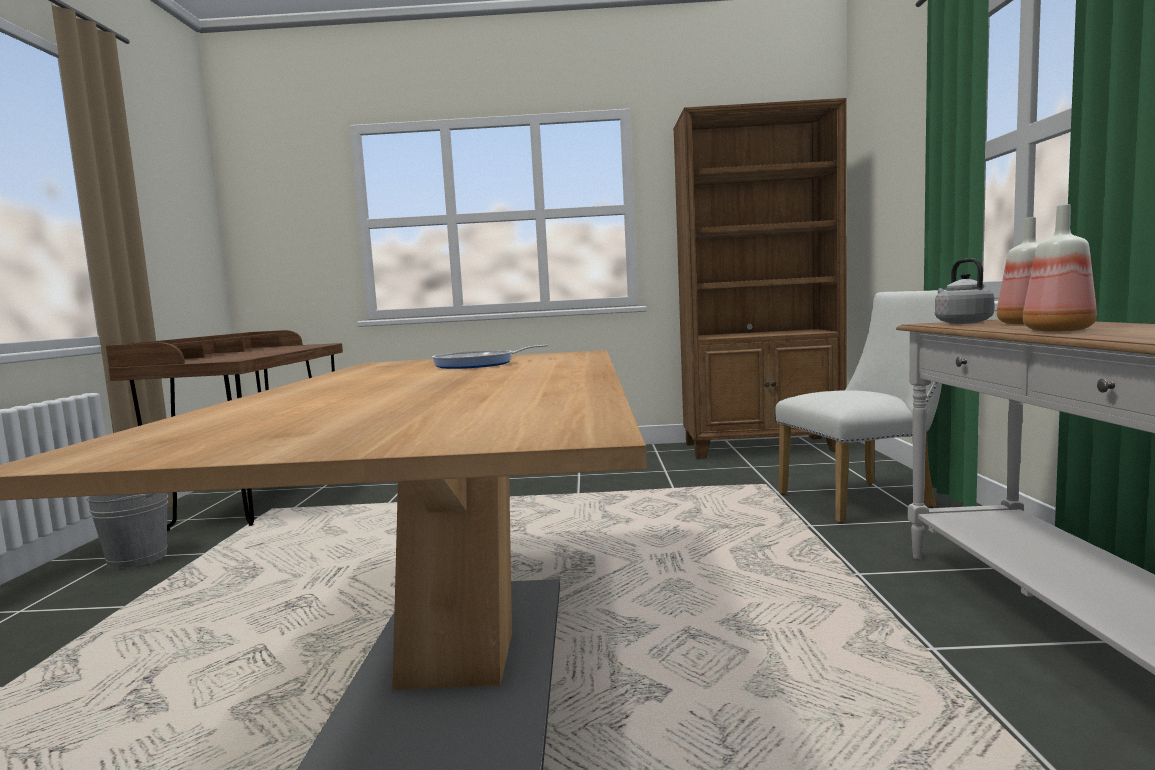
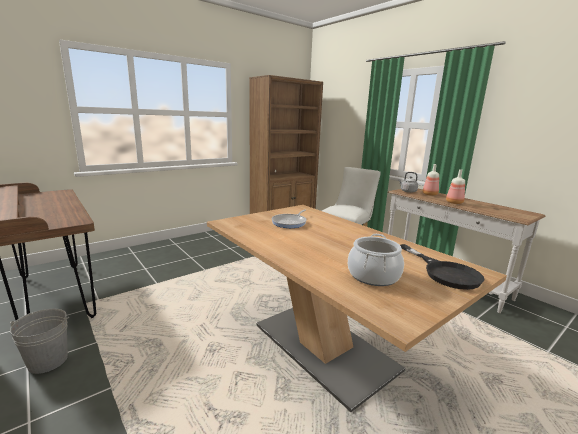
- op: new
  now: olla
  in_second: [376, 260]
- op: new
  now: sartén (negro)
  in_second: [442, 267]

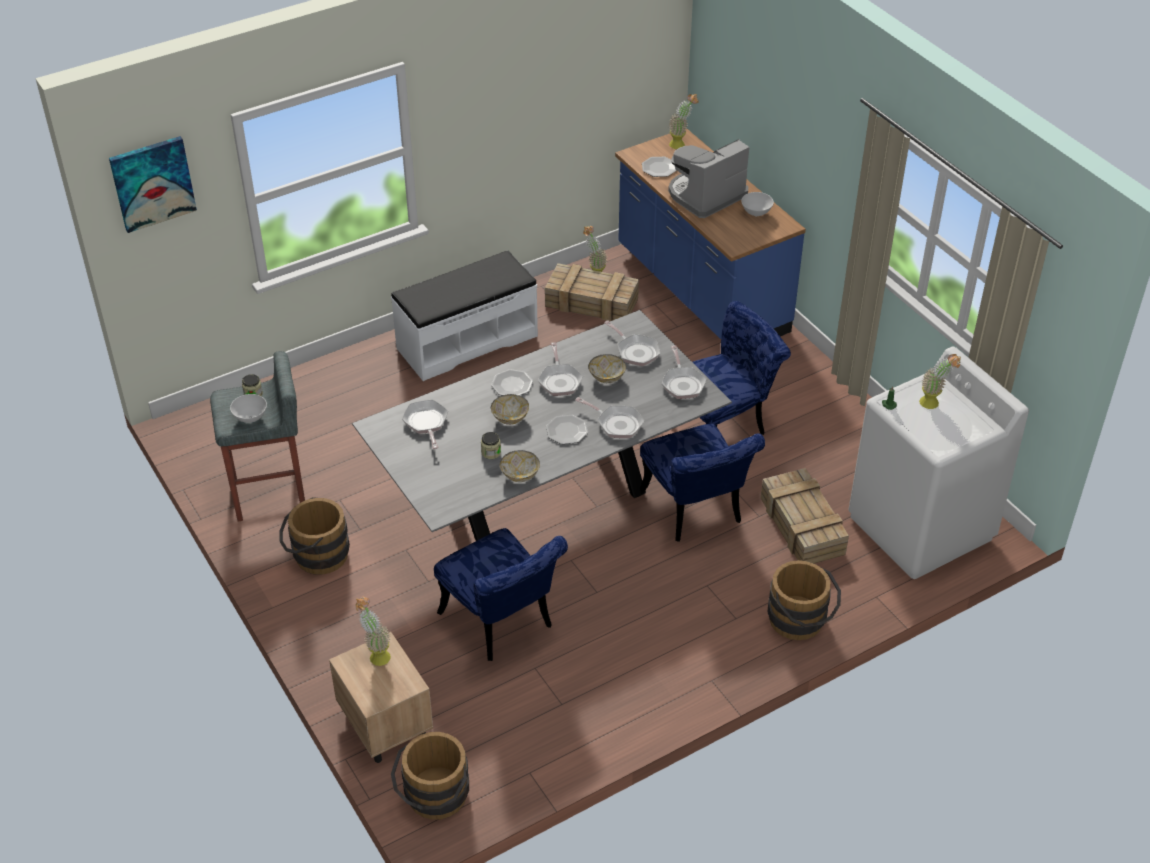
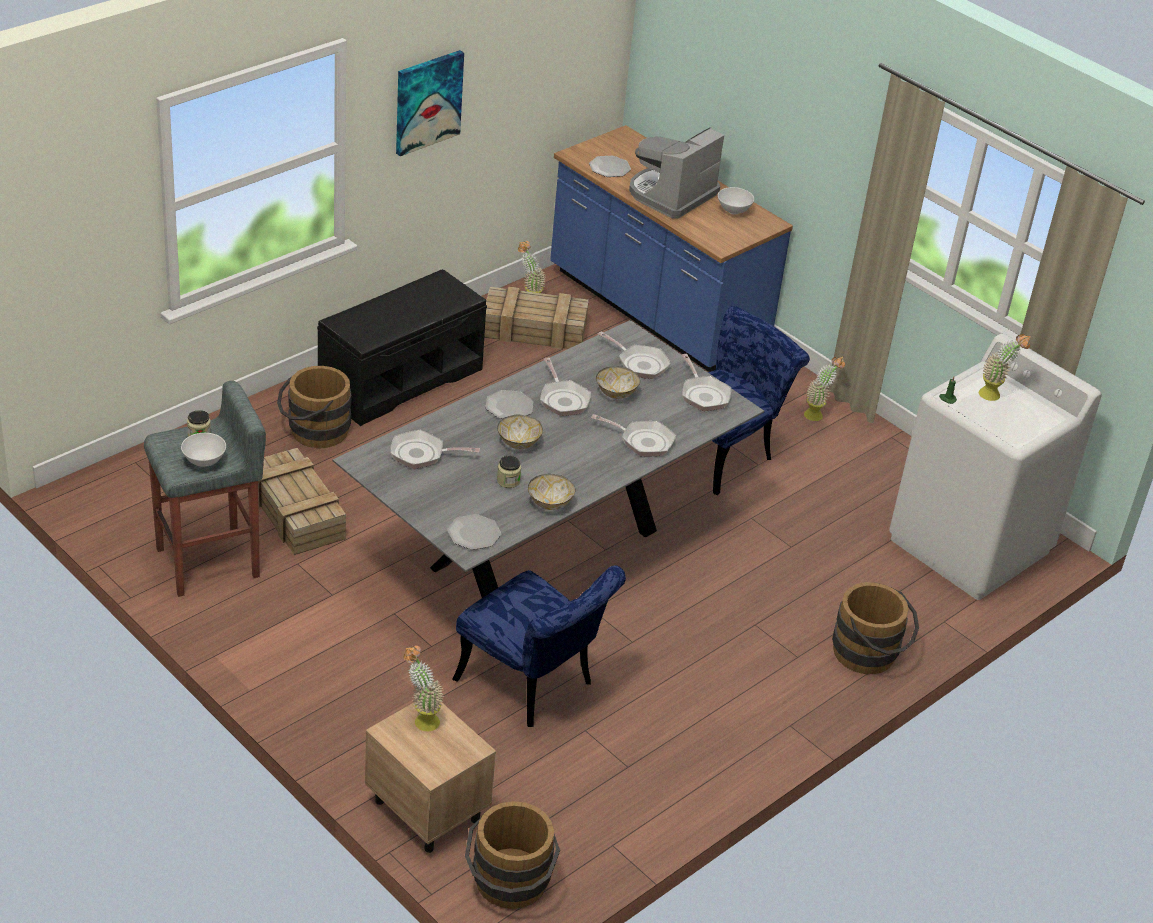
- op: shifted
  was: caja de embalaje
  in_first: [805, 515]
  in_second: [302, 501]
- op: shifted
  was: cubo (marrón)
  in_first: [314, 536]
  in_second: [314, 407]
- op: repainted
  was: banco (blanco)
  now: banco (negro)
  in_first: [464, 315]
  in_second: [402, 347]
- op: rotated
  was: sartén
  in_first: [425, 424]
  in_second: [435, 449]
  clockwise: -60
- op: shifted
  was: cuadro
  in_first: [153, 184]
  in_second: [430, 103]
- op: shifted
  was: plato
  in_first: [567, 429]
  in_second: [474, 532]
- op: shifted
  was: planta en maceta
  in_first: [684, 121]
  in_second: [824, 389]
- op: gone
  was: silla (azul)
  in_first: [702, 483]

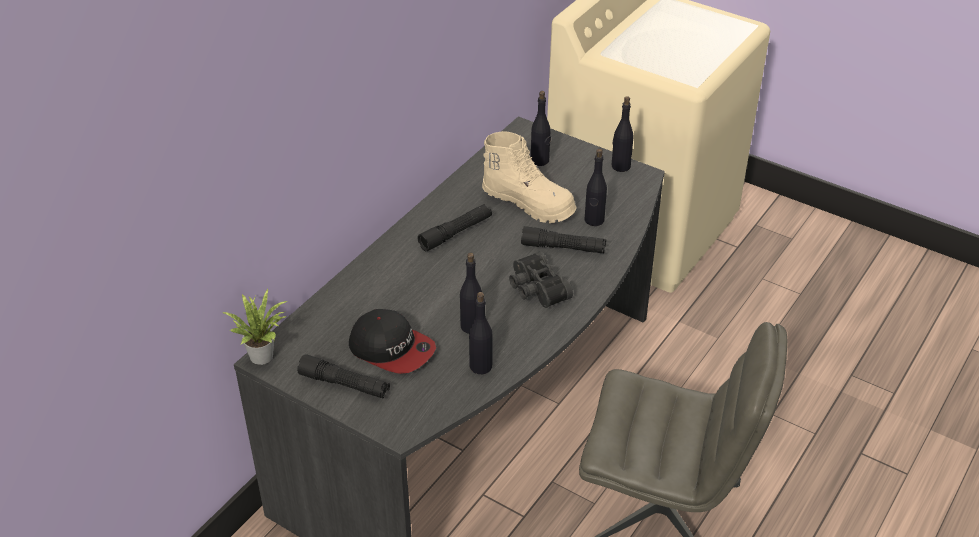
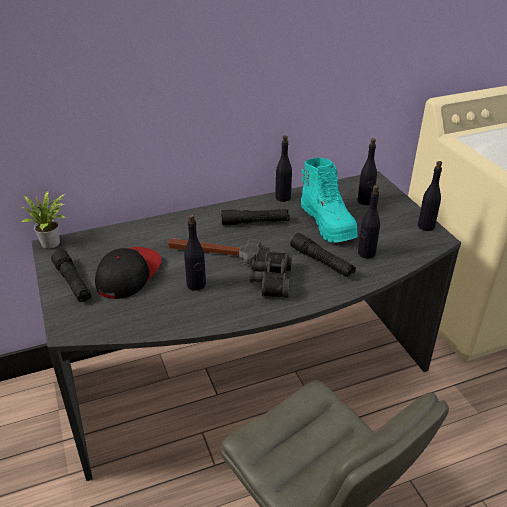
- op: rotated
  was: gorra
  in_first: [392, 341]
  in_second: [128, 273]
  clockwise: -135
- op: new
  now: martillo
  in_second: [214, 251]
- op: shifted
  was: botella (negro)
  in_first: [480, 333]
  in_second: [283, 168]
- op: repainted
  was: bota (beis)
  now: bota (turquesa)
  in_first: [529, 177]
  in_second: [329, 200]

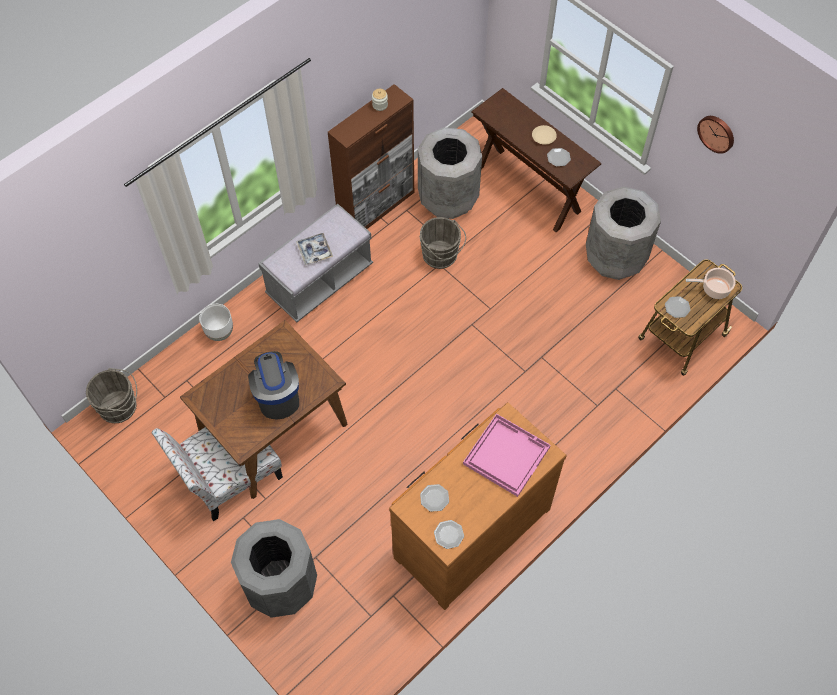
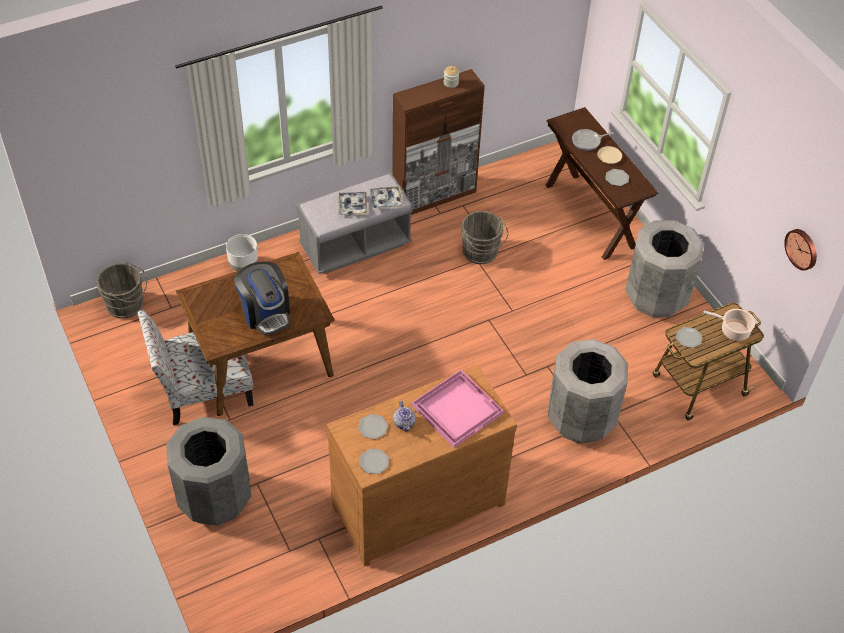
- op: rotated
  was: cafetera
  in_first: [273, 385]
  in_second: [262, 298]
  clockwise: 150
- op: new
  now: bandeja
  in_second: [386, 197]
- op: new
  now: tetera
  in_second: [404, 416]
- op: shifted
  was: papelera (gris)
  in_first: [450, 173]
  in_second: [588, 391]
- op: new
  now: sartén
  in_second: [593, 139]
- op: shifted
  was: reloj de pared
  in_first: [715, 135]
  in_second: [800, 250]

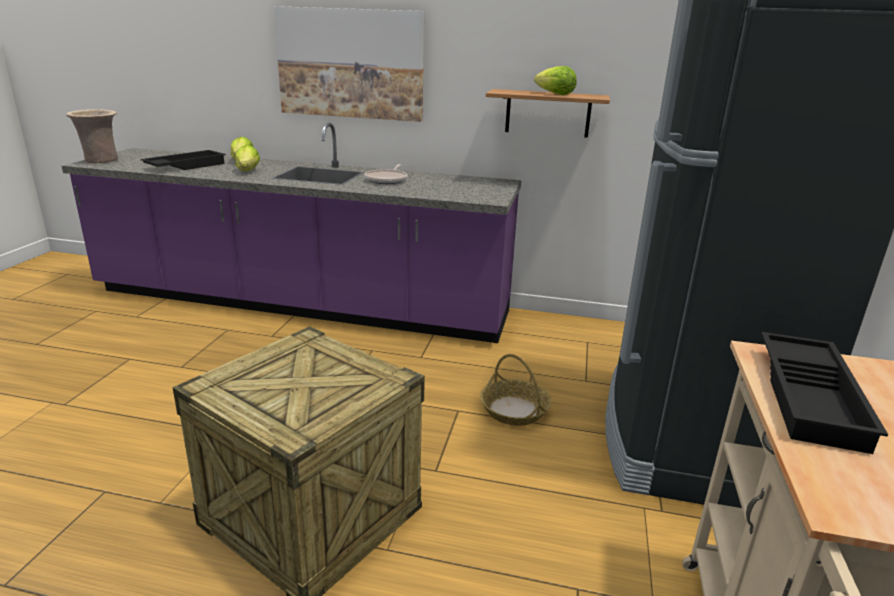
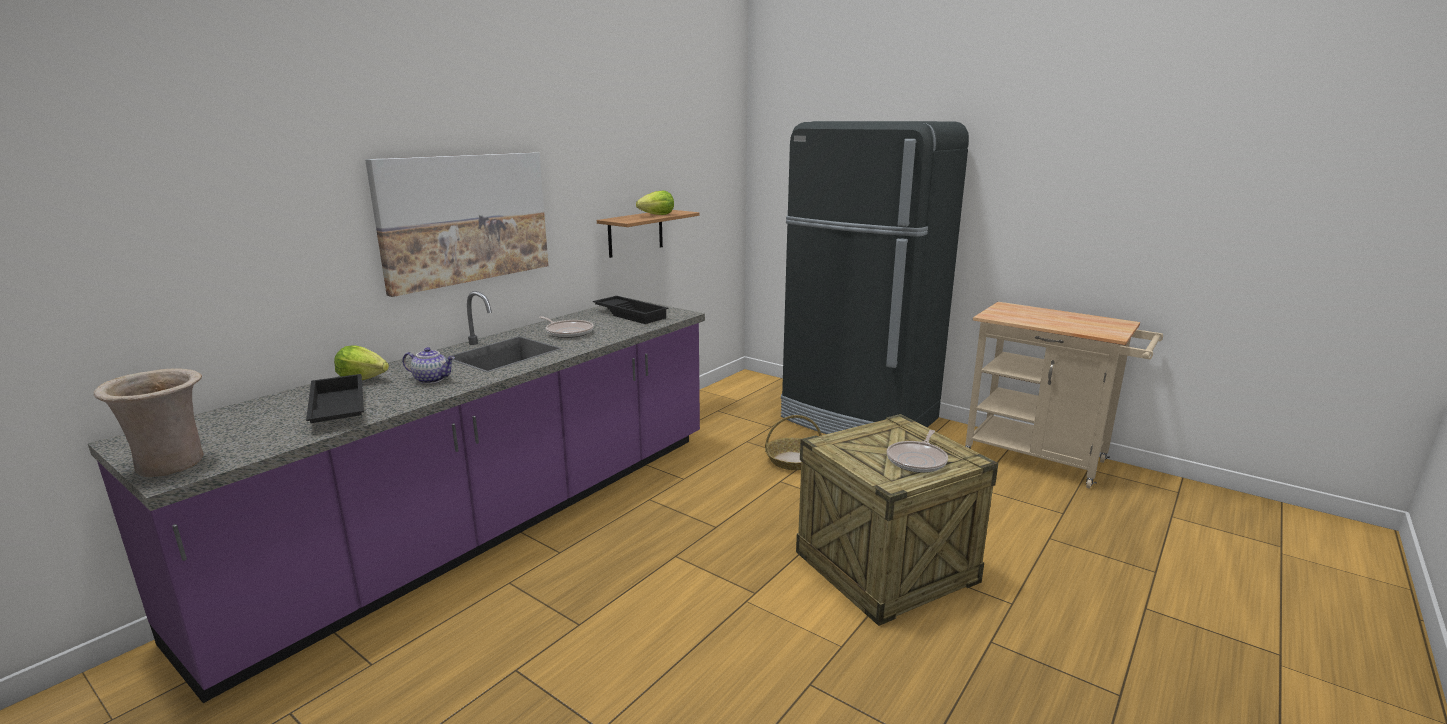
- op: swapped
  was: lechuga
  now: tetera
  in_first: [247, 158]
  in_second: [429, 365]
- op: shifted
  was: bandeja (negro)
  in_first: [824, 393]
  in_second: [630, 310]
- op: new
  now: sartén
  in_second: [917, 451]

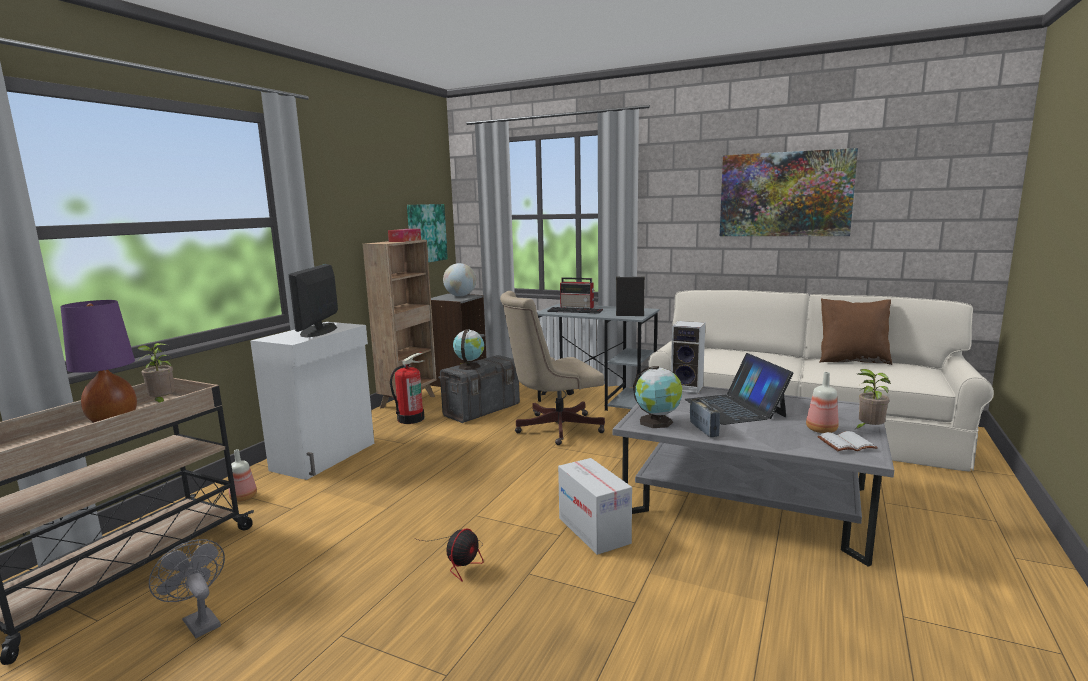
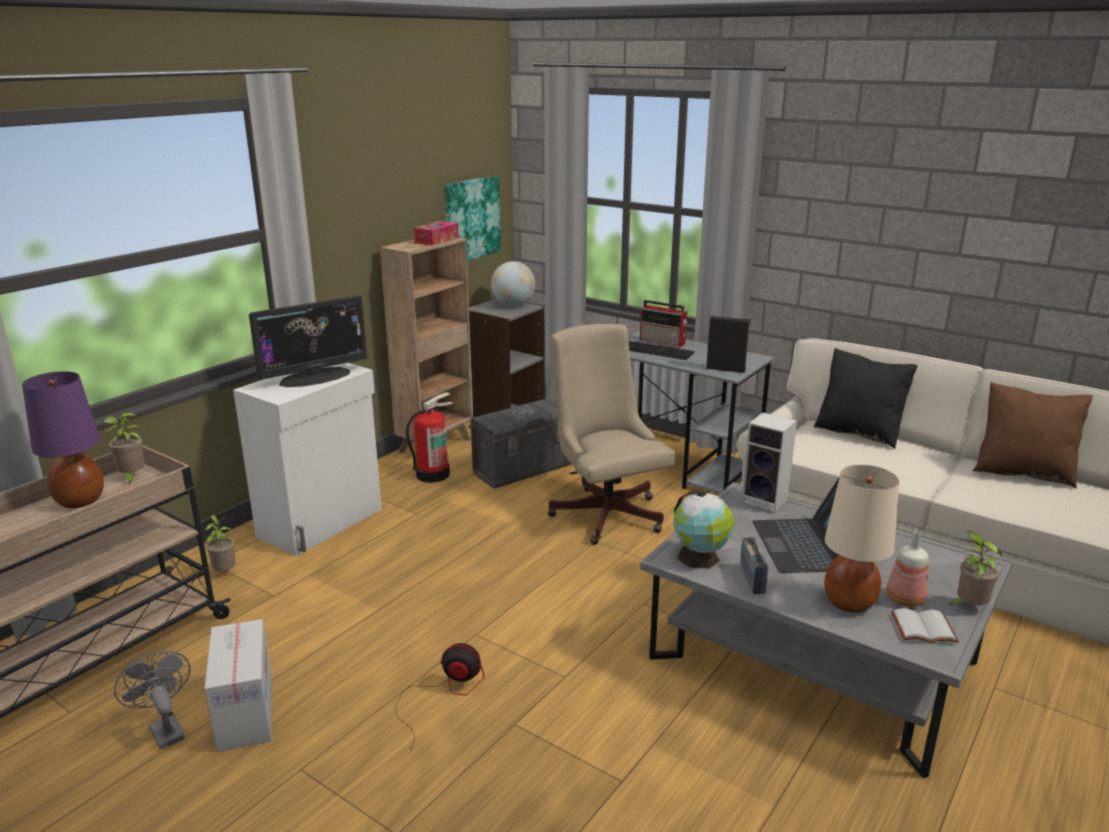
- op: shifted
  was: caja de cartón
  in_first: [595, 506]
  in_second: [238, 685]
- op: swapped
  was: botella
  now: planta en maceta
  in_first: [243, 475]
  in_second: [220, 543]
- op: rotated
  was: monitor
  in_first: [313, 301]
  in_second: [308, 341]
  clockwise: -135
- op: rotated
  was: ventilador
  in_first: [449, 555]
  in_second: [439, 696]
  clockwise: -120
- op: rotated
  was: silla de oficina (beis)
  in_first: [552, 368]
  in_second: [612, 434]
  clockwise: 75
- op: new
  now: cojín (negro)
  in_second: [866, 398]
- op: new
  now: lámpara de mesa (beis)
  in_second: [861, 539]
- op: gone
  was: globo terráqueo
  in_first: [468, 349]
- op: gone
  was: cuadro
  in_first: [789, 192]

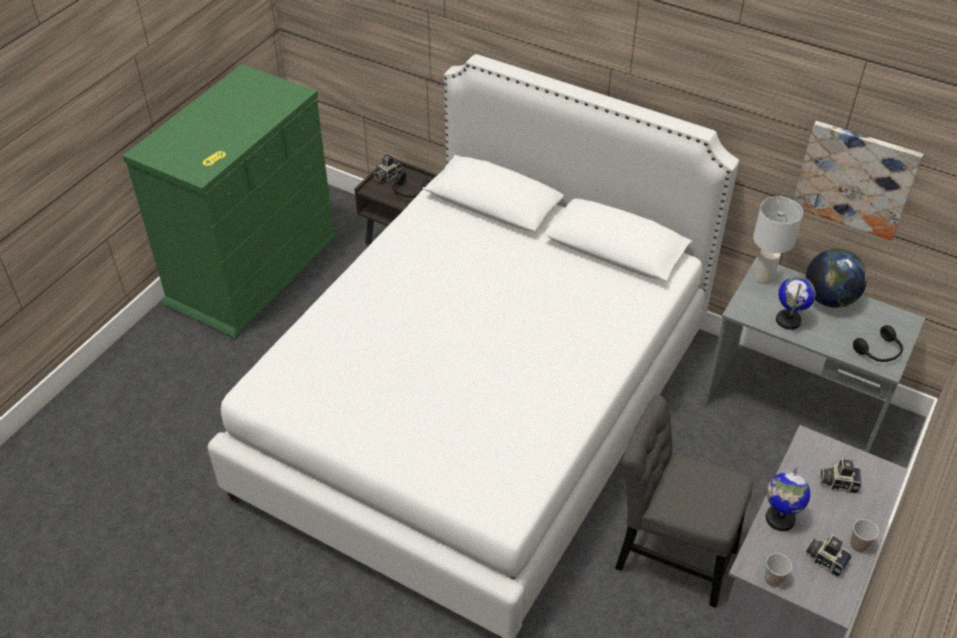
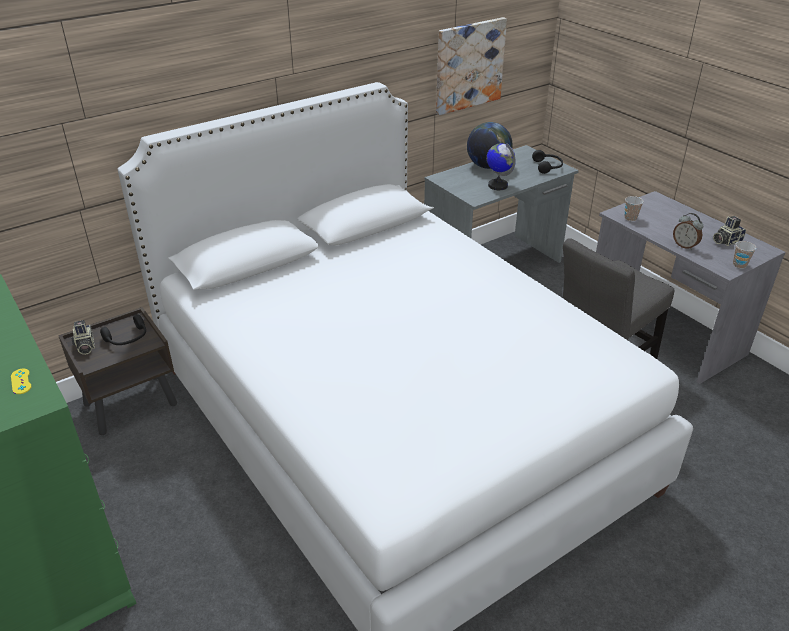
- op: shifted
  was: taza
  in_first: [865, 535]
  in_second: [634, 208]
- op: swapped
  was: globo terráqueo
  now: despertador
  in_first: [788, 499]
  in_second: [688, 231]
- op: gone
  was: lámpara de mesa (blanco)
  in_first: [778, 240]
- op: gone
  was: cámara
  in_first: [841, 475]

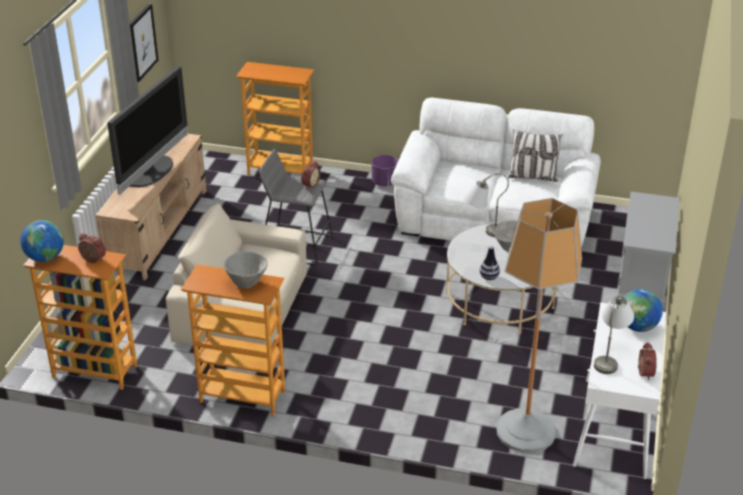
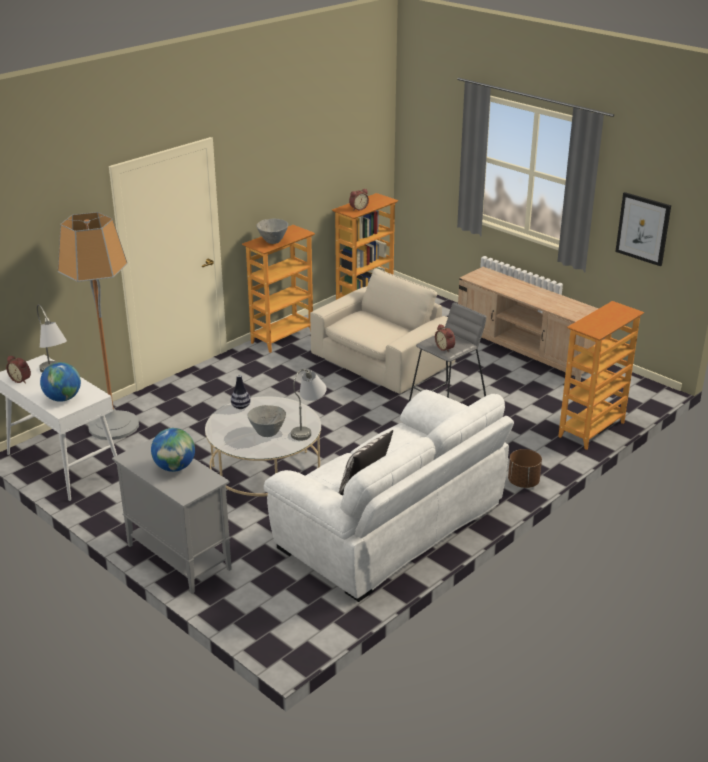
- op: shifted
  was: globo terráqueo
  in_first: [42, 241]
  in_second: [173, 450]
- op: repainted
  was: maceta (morado)
  now: maceta (marrón)
  in_first: [385, 170]
  in_second: [525, 468]
- op: gone
  was: televisor
  in_first: [147, 130]

